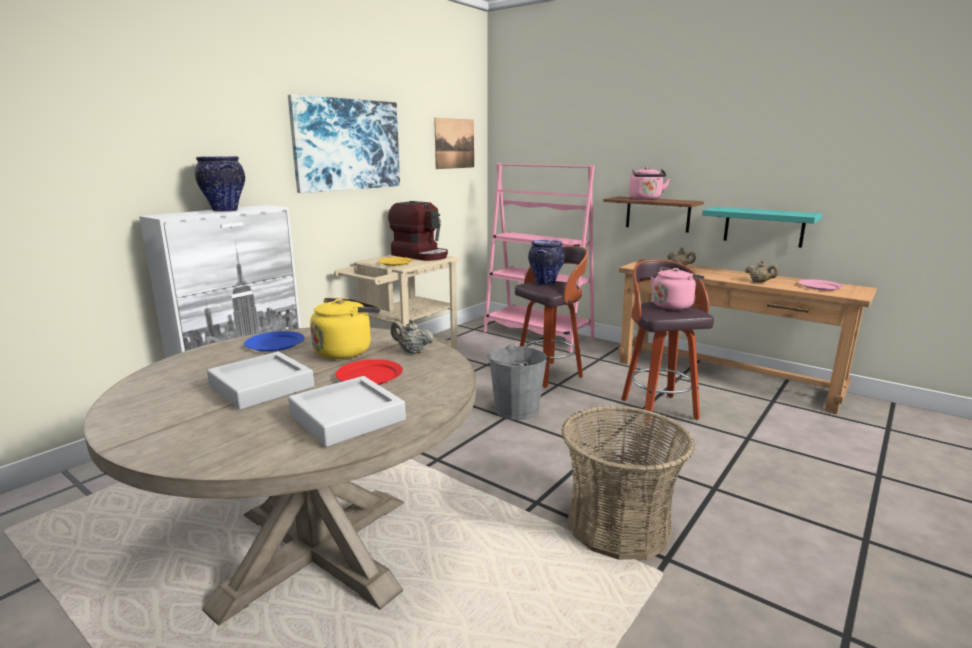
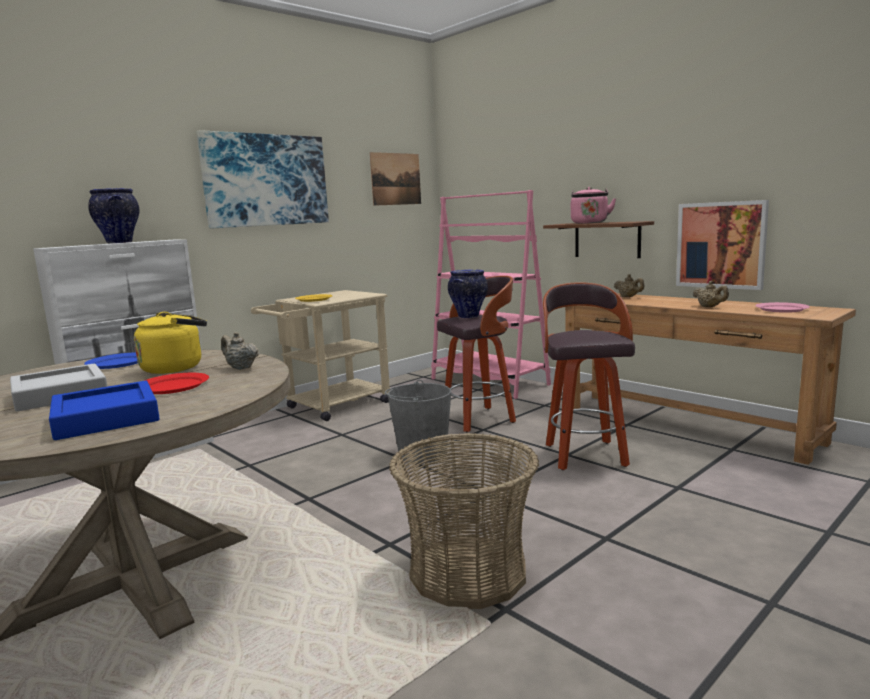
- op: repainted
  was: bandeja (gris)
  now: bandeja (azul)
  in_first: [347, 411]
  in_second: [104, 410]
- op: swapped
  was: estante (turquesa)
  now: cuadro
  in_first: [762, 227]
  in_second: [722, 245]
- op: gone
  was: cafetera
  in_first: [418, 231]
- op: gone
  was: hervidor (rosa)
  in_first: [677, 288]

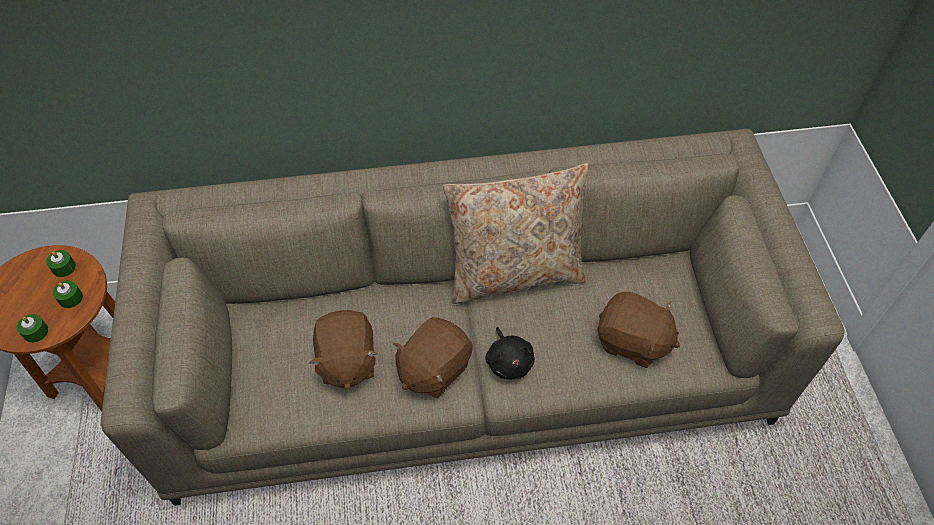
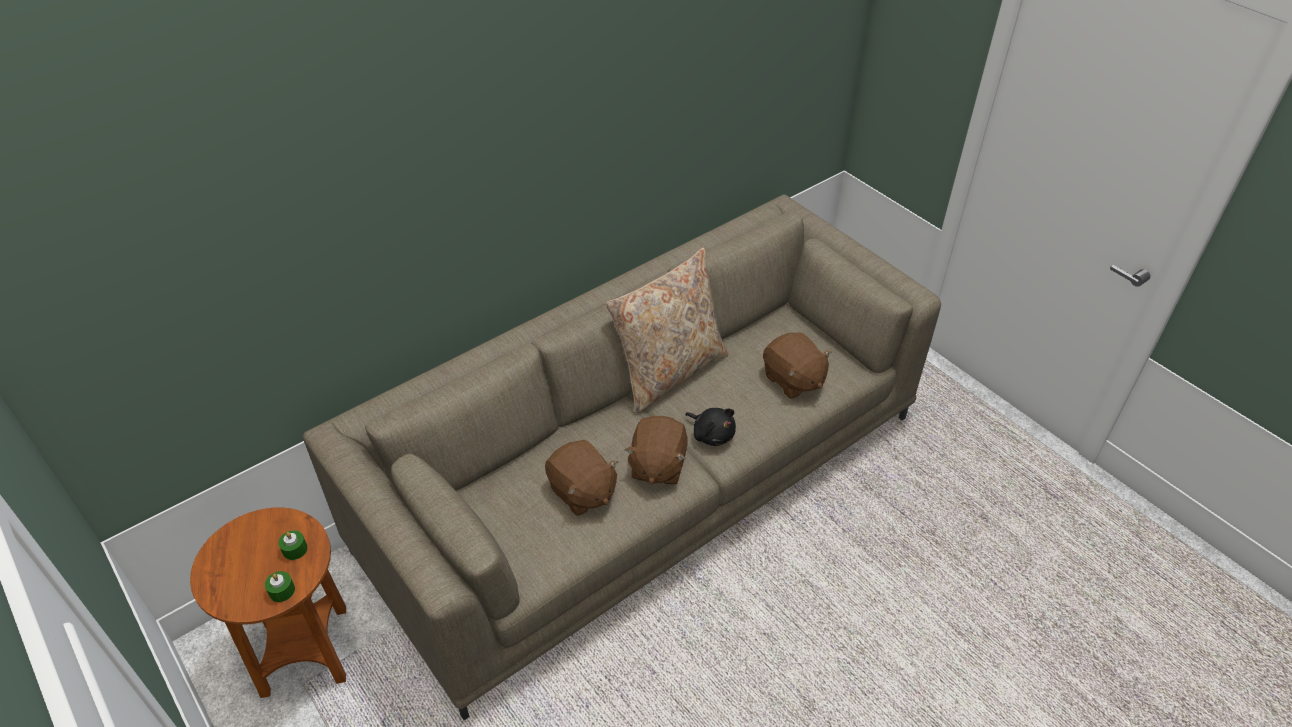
- op: rotated
  was: peluche (marrón)
  in_first: [638, 330]
  in_second: [797, 366]
  clockwise: 60
- op: gone
  was: vela (verde)
  in_first: [61, 263]

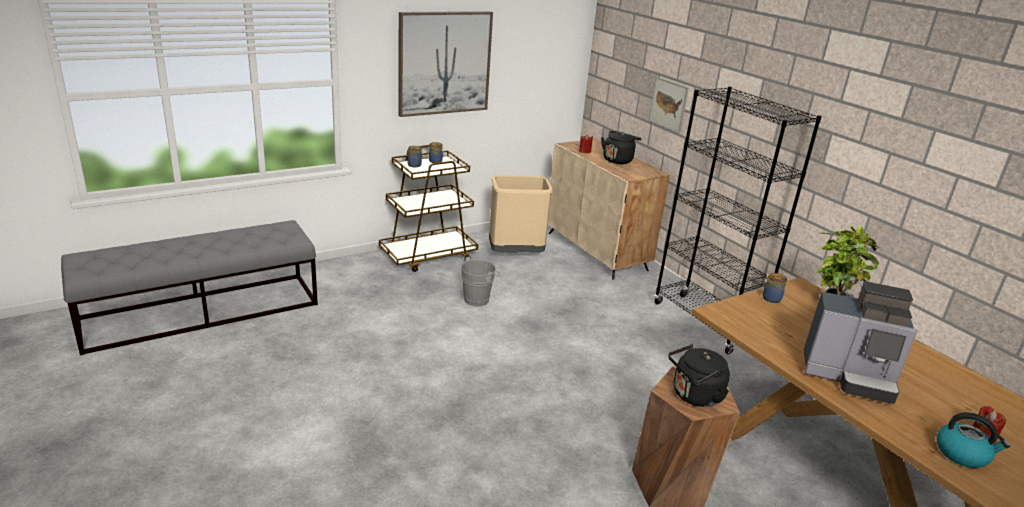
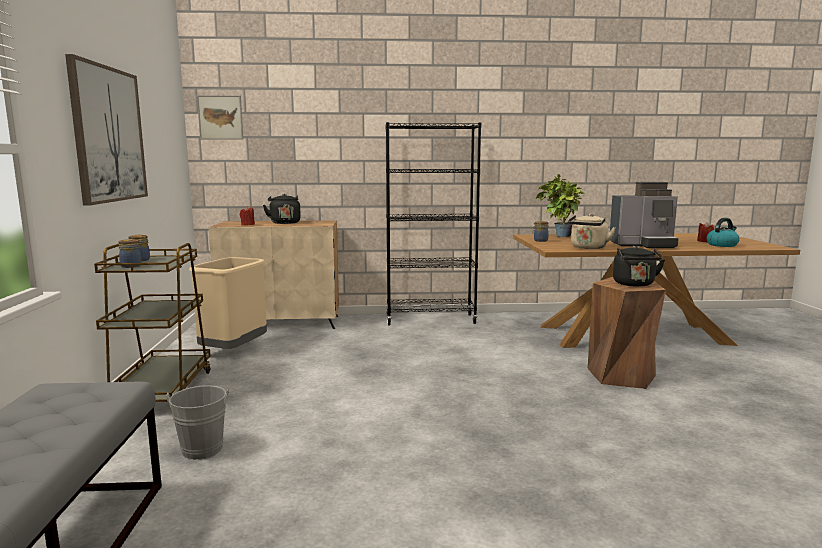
- op: shifted
  was: cubo (gris)
  in_first: [481, 282]
  in_second: [197, 422]
- op: shifted
  was: cuadro
  in_first: [668, 105]
  in_second: [220, 117]
- op: new
  now: hervidor (beis)
  in_second: [591, 231]
- op: rotated
  was: cafetera
  in_first: [860, 342]
  in_second: [644, 215]
  clockwise: 45

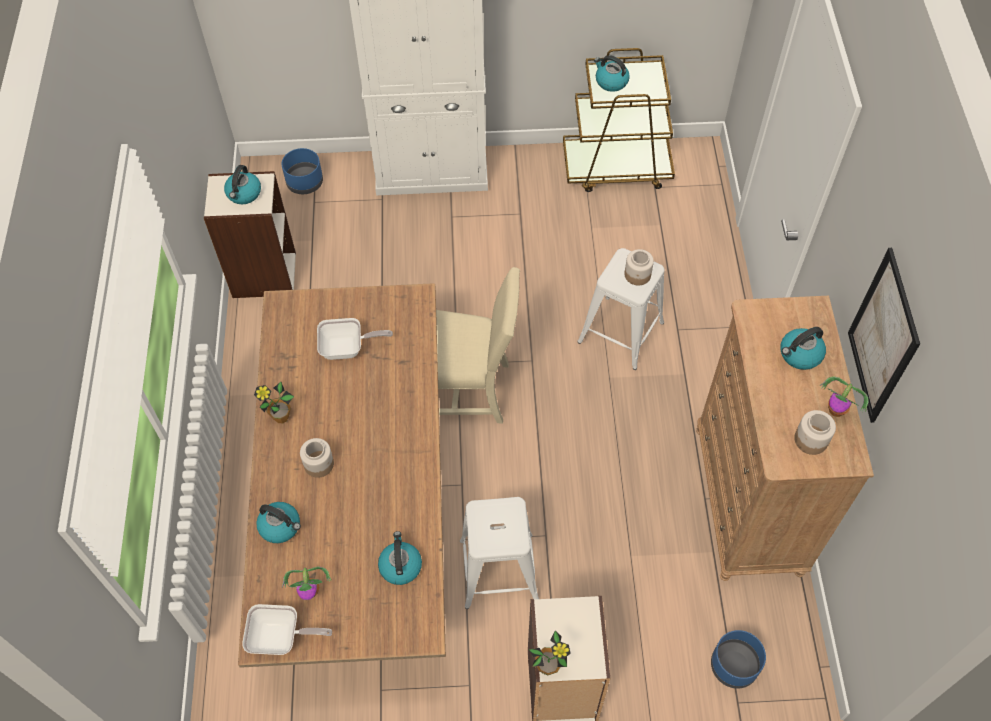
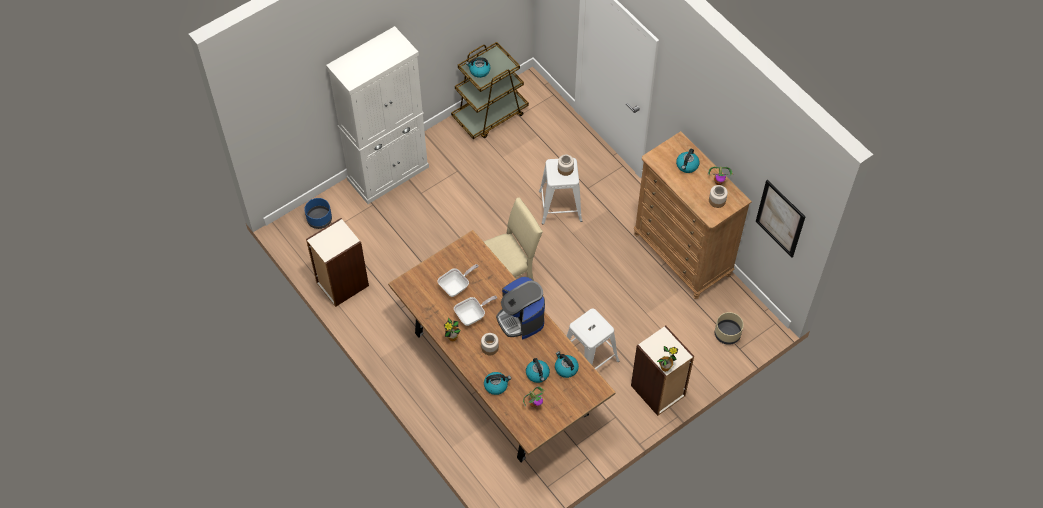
- op: shifted
  was: sartén
  in_first: [287, 629]
  in_second: [475, 311]
- op: new
  now: cafetera
  in_second: [520, 307]
- op: shifted
  was: hervidor
  in_first: [242, 184]
  in_second: [538, 370]
- op: repainted
  was: maceta (azul)
  now: maceta (beis)
  in_first: [738, 659]
  in_second: [729, 328]
- op: shifted
  was: cuadro
  in_first: [884, 335]
  in_second: [780, 219]

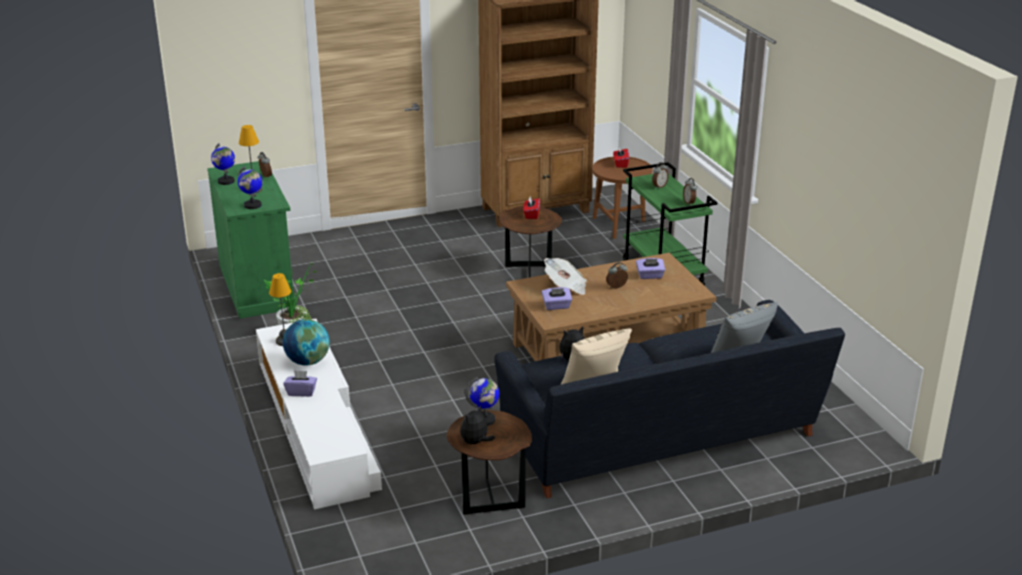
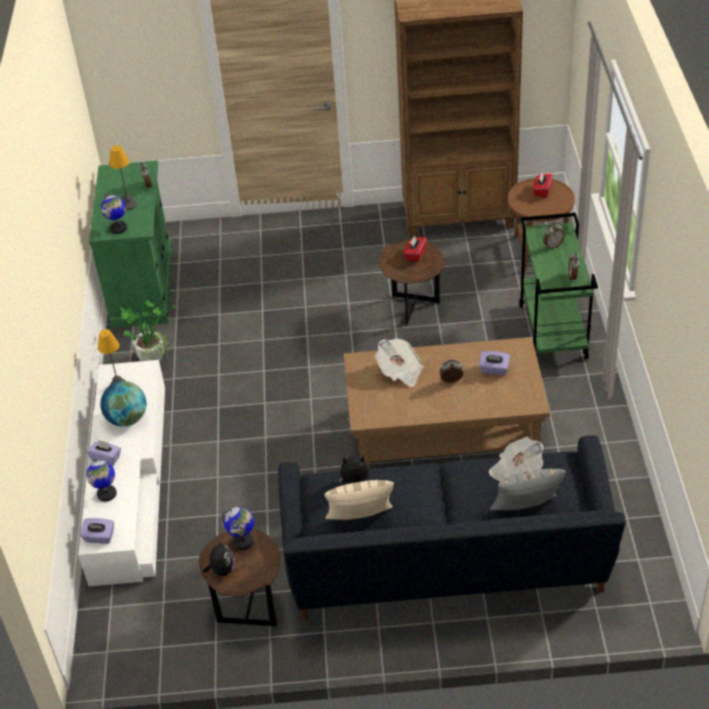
- op: shifted
  was: caja de pañuelos (morado)
  in_first: [557, 298]
  in_second: [97, 531]
- op: shifted
  was: globo terráqueo
  in_first: [223, 164]
  in_second: [101, 479]
- op: rotated
  was: peluche
  in_first: [477, 424]
  in_second: [219, 558]
  clockwise: 120
- op: new
  now: periódico
  in_second: [516, 459]

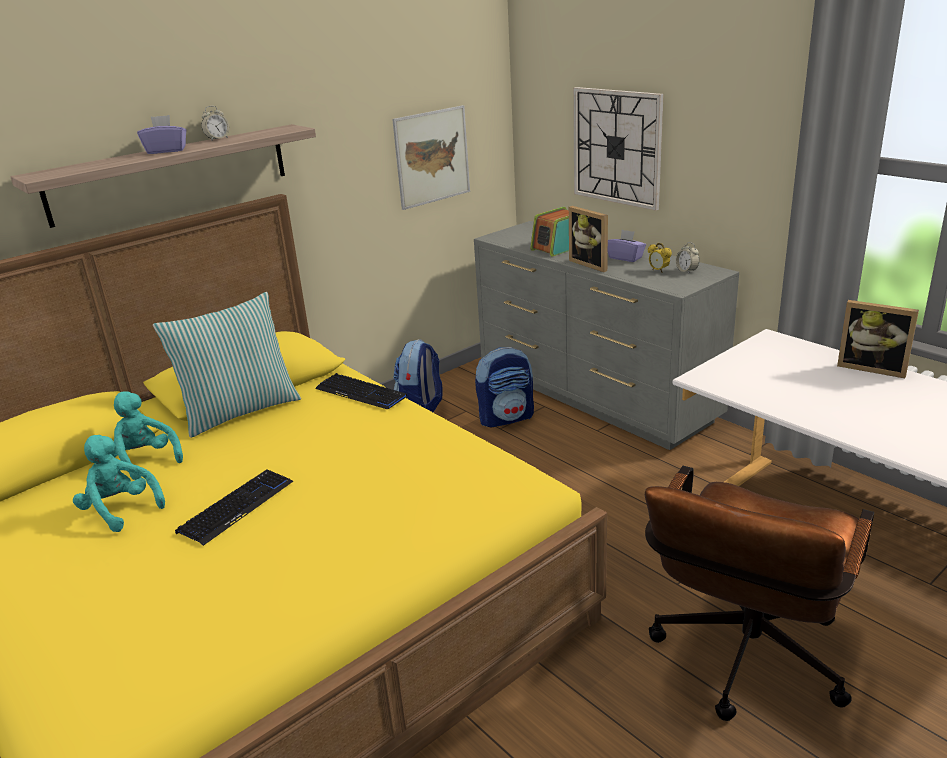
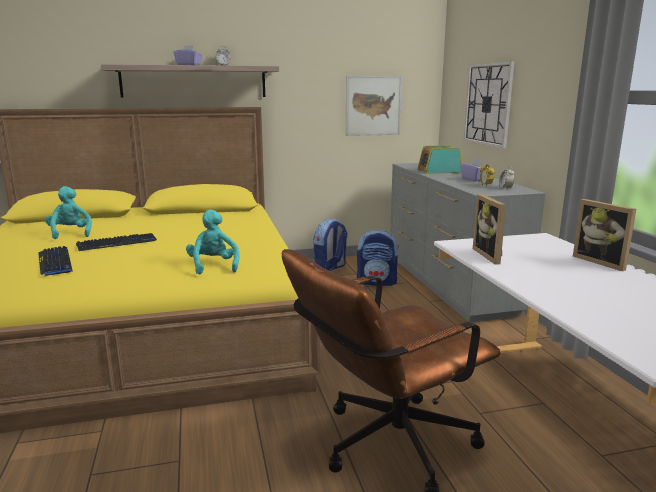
- op: shifted
  was: teclado
  in_first: [361, 391]
  in_second: [55, 261]
- op: shifted
  was: peluche (turquesa)
  in_first: [146, 435]
  in_second: [213, 242]
- op: shifted
  was: portarretratos
  in_first: [588, 239]
  in_second: [489, 229]
- op: gone
  was: cojín
  in_first: [227, 365]

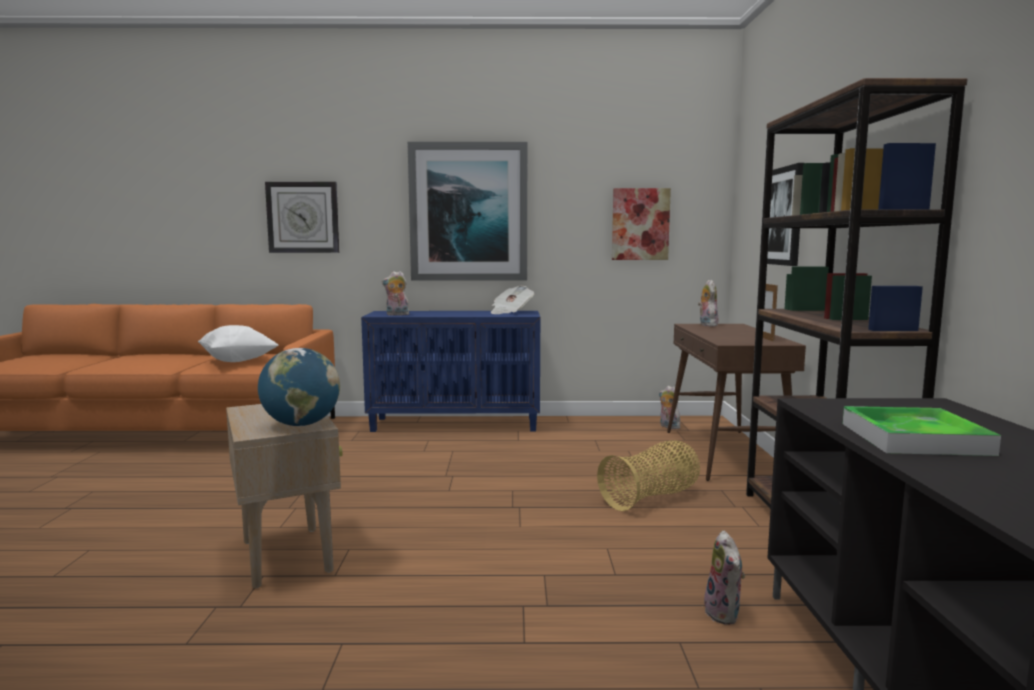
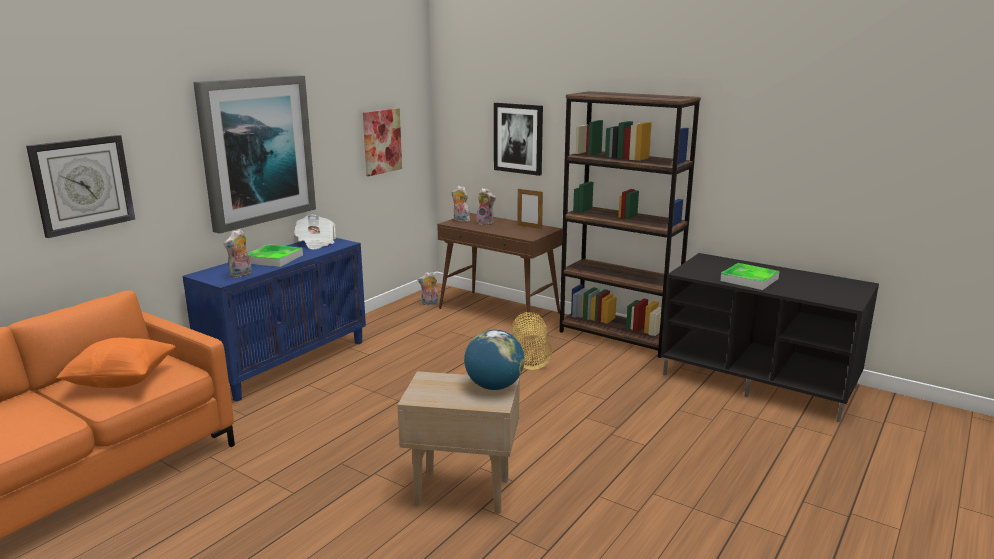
- op: repainted
  was: cojín (blanco)
  now: cojín (naranja)
  in_first: [238, 343]
  in_second: [116, 363]
- op: new
  now: bandeja
  in_second: [275, 255]
- op: shifted
  was: peluche
  in_first: [724, 577]
  in_second: [485, 206]

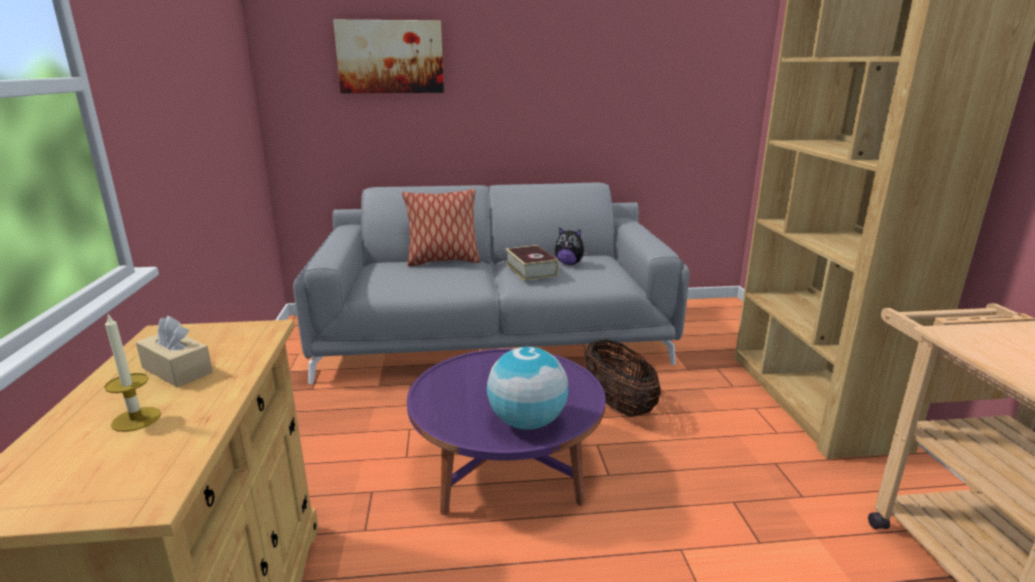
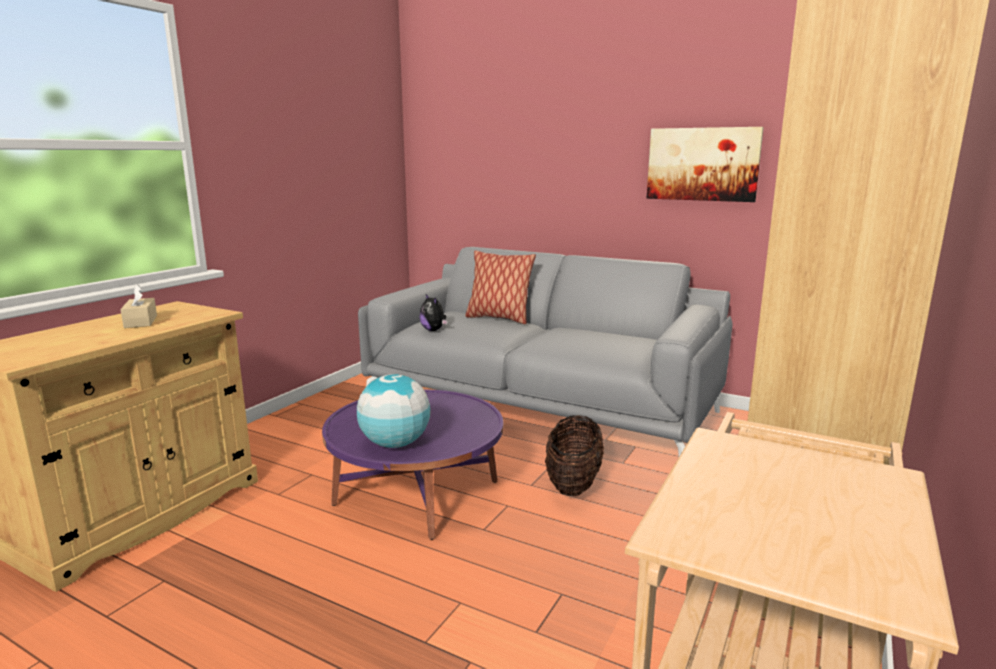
- op: shifted
  was: peluche
  in_first: [571, 246]
  in_second: [434, 312]
- op: shifted
  was: cuadro
  in_first: [388, 56]
  in_second: [705, 164]
- op: gone
  was: vela
  in_first: [132, 373]
- op: gone
  was: libro
  in_first: [532, 263]

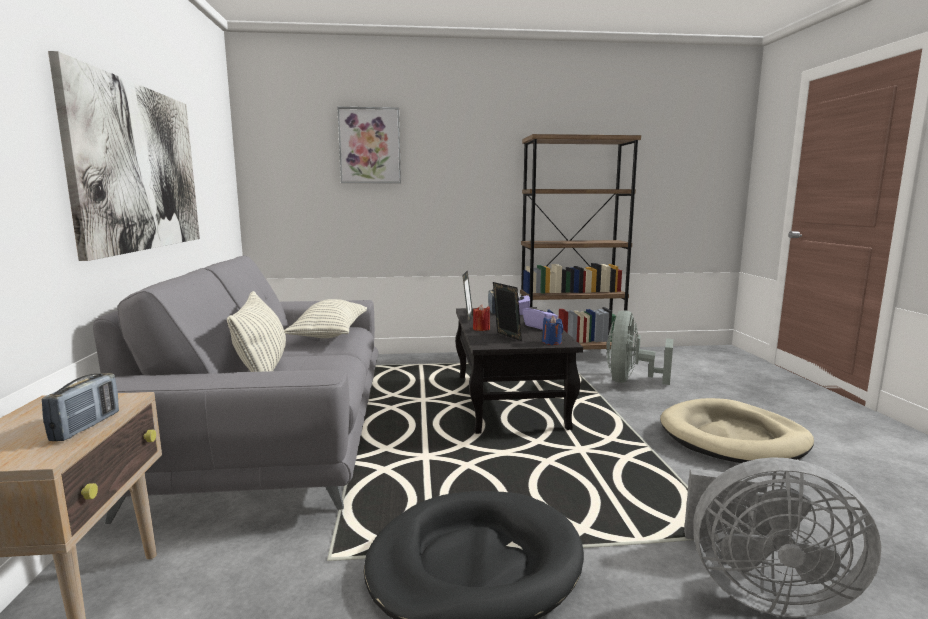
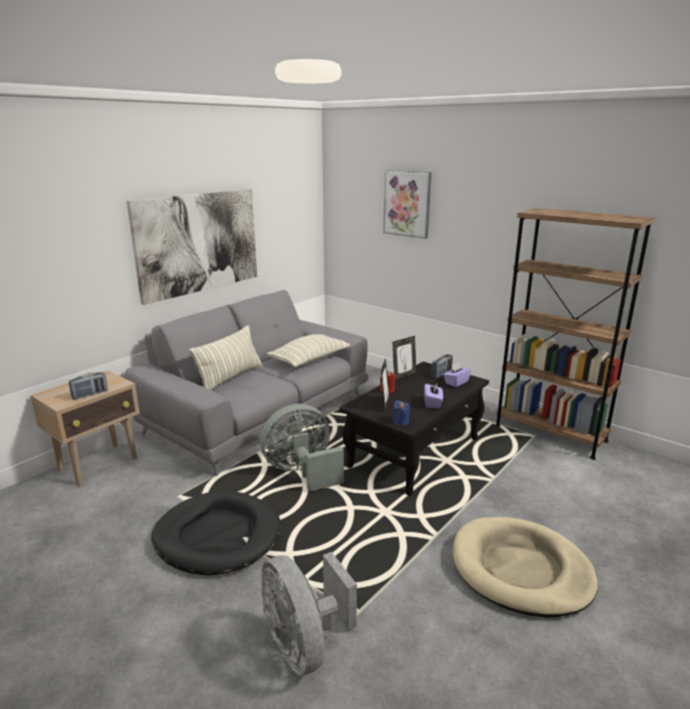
- op: shifted
  was: ventilador (gris)
  in_first: [639, 348]
  in_second: [302, 448]

